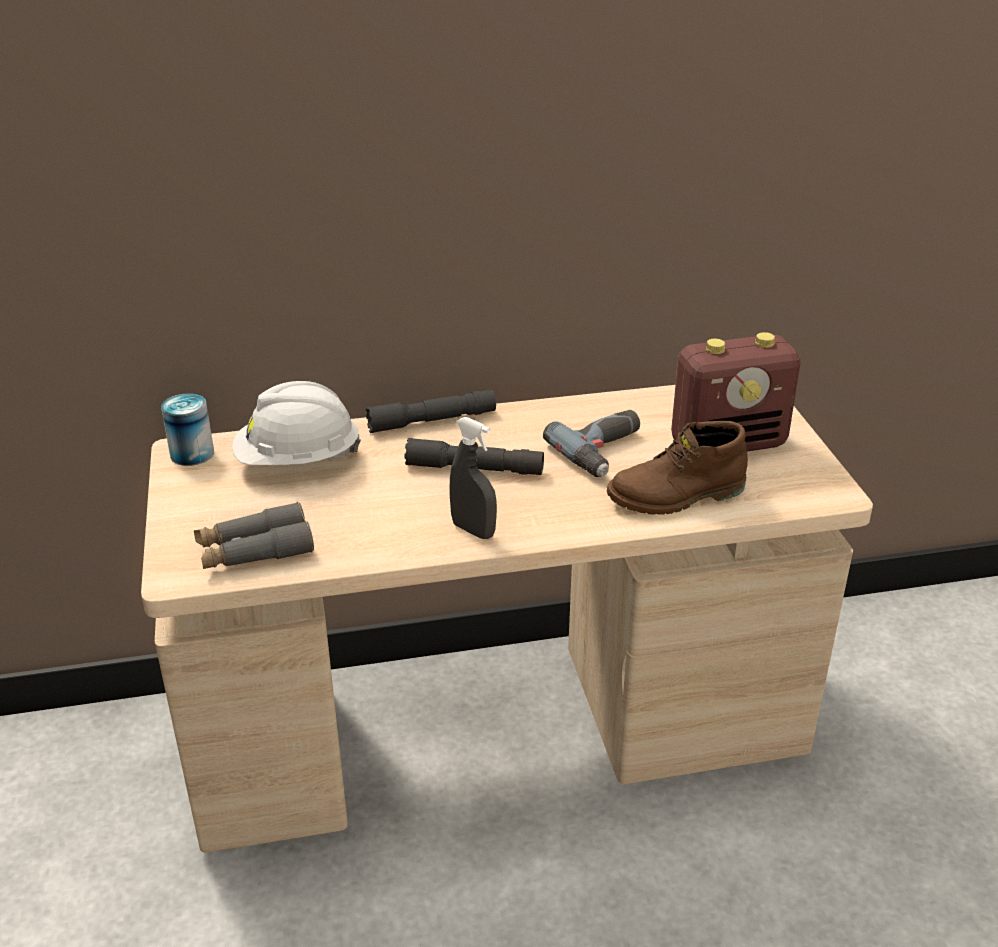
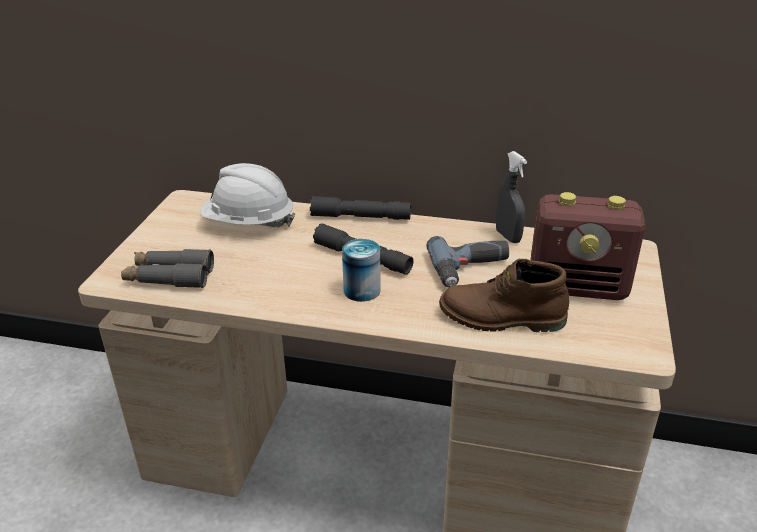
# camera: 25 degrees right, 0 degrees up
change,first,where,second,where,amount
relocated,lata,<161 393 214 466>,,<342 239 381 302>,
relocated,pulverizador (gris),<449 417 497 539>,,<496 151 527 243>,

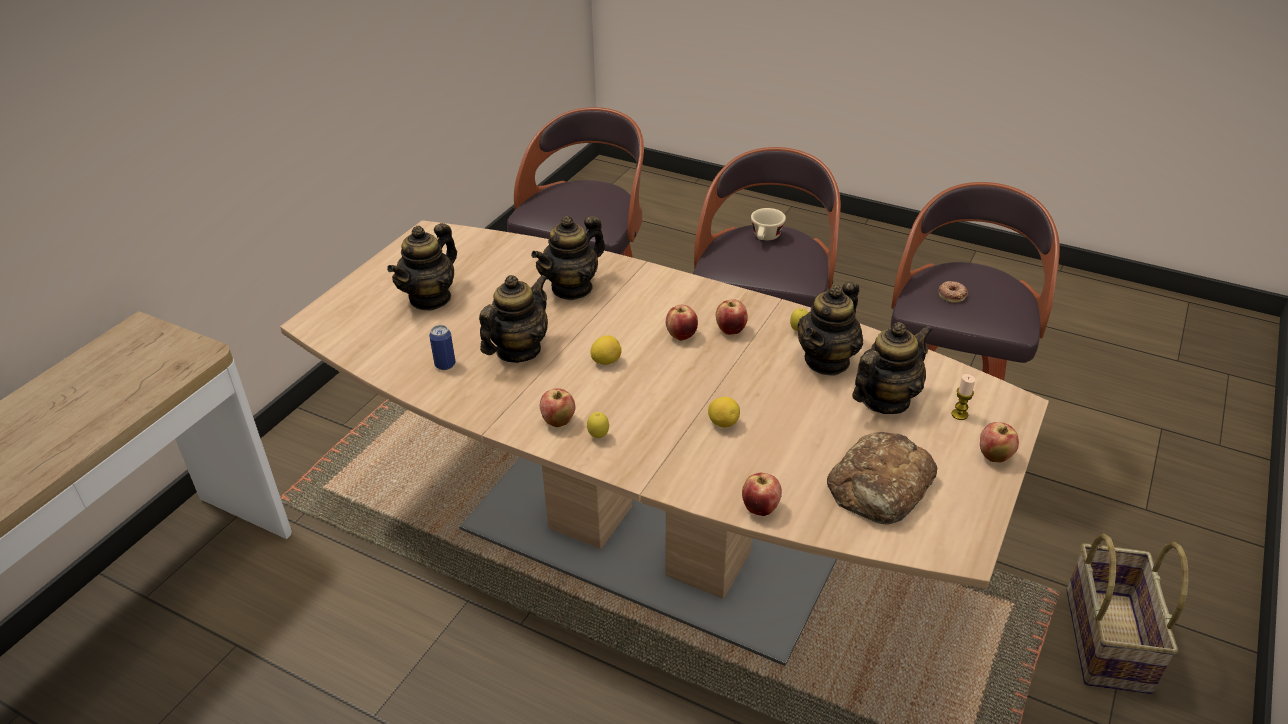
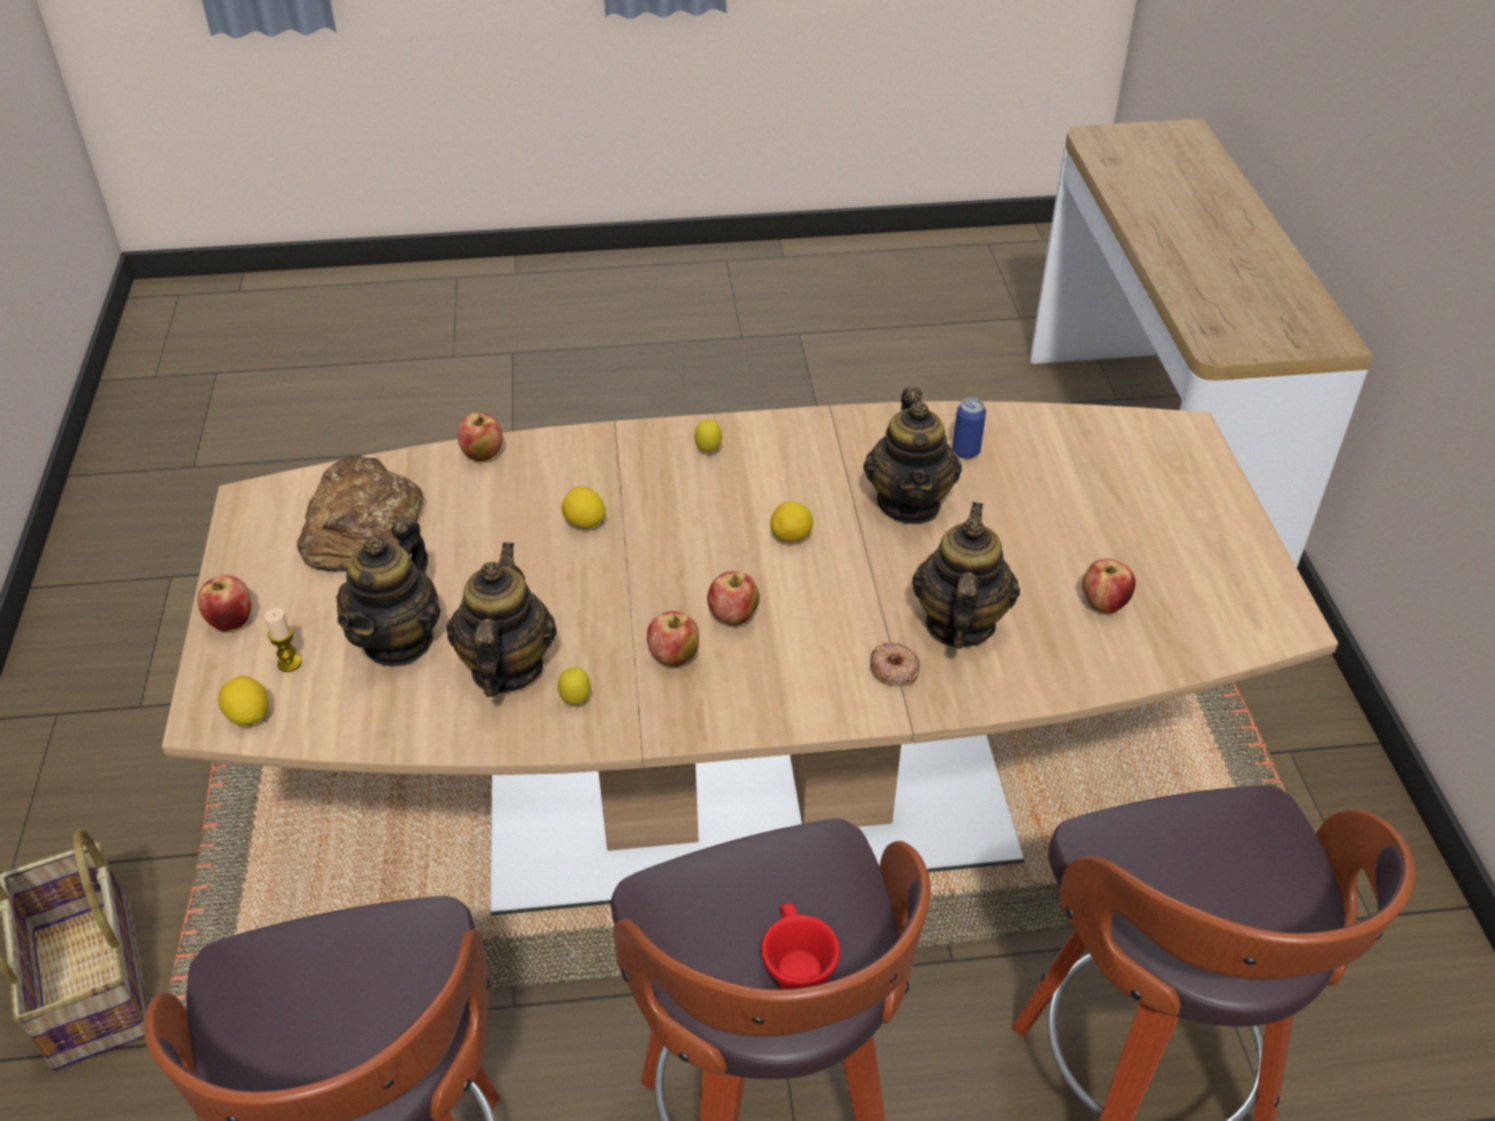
# camera: 145 degrees right, 5 degrees up
change,first,where,second,where,amount
missing,tetera,<387 223 457 311>,,,
relocated,manzana,<540 389 575 427>,,<1082 559 1136 614>,
colour,taza (beis),<751 208 786 240>,taza (rojo),<761 903 840 989>,
relocated,rosquilla,<939 281 968 303>,,<870 641 920 686>,
appeared,,,limón,<218 676 268 726>,

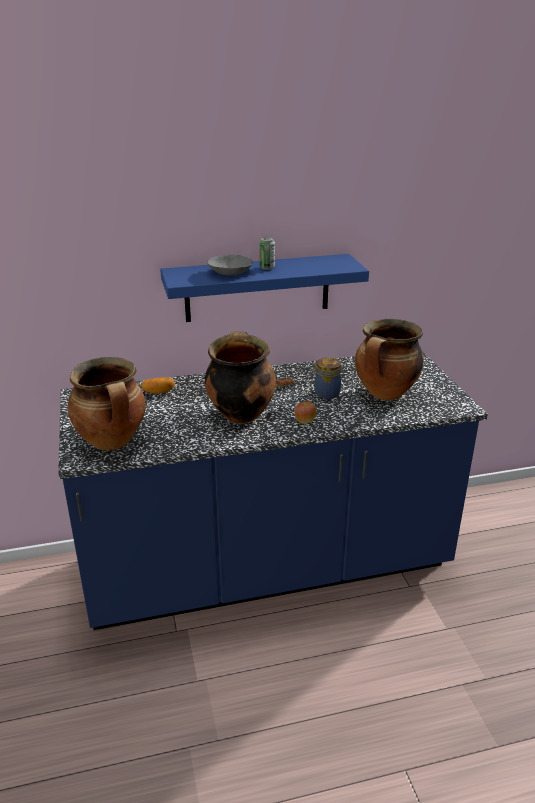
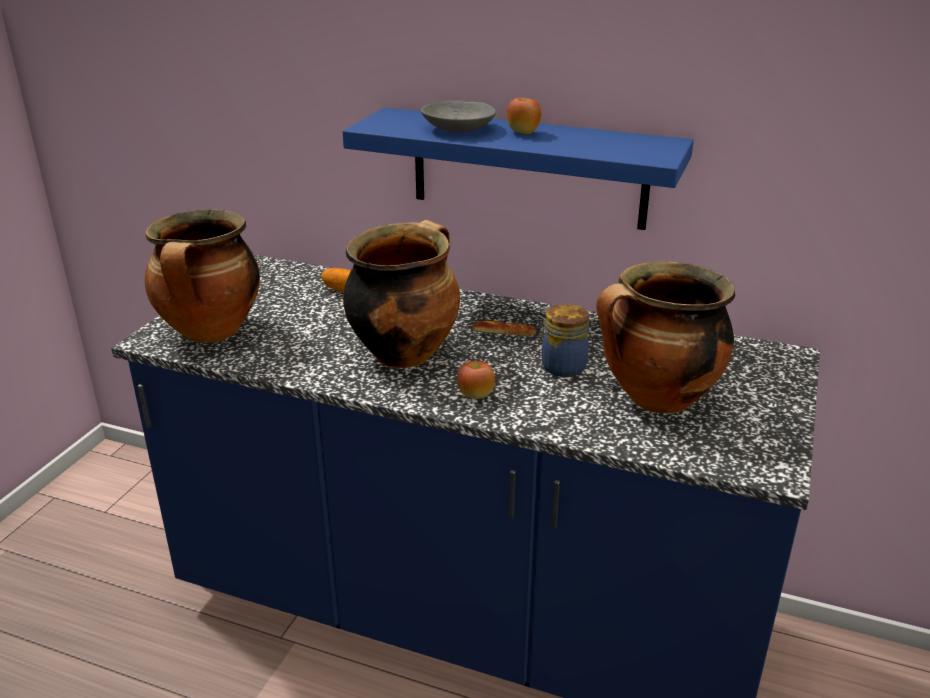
# camera: 35 degrees right, 0 degrees up
change,first,where,second,where,amount
exchanged,lata,<259 237 275 270>,manzana,<507 98 541 134>,

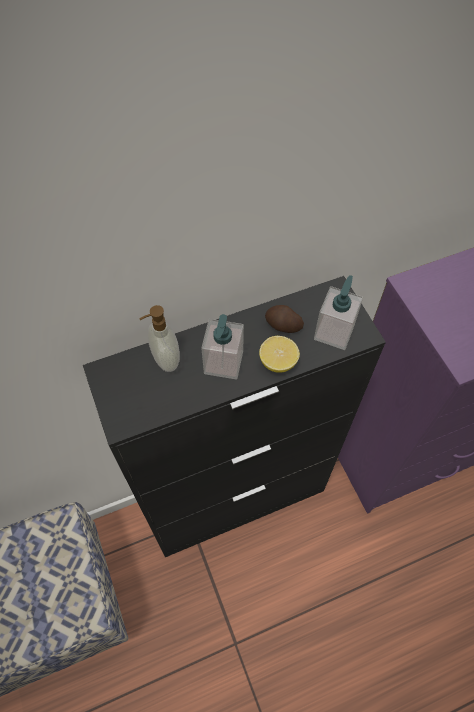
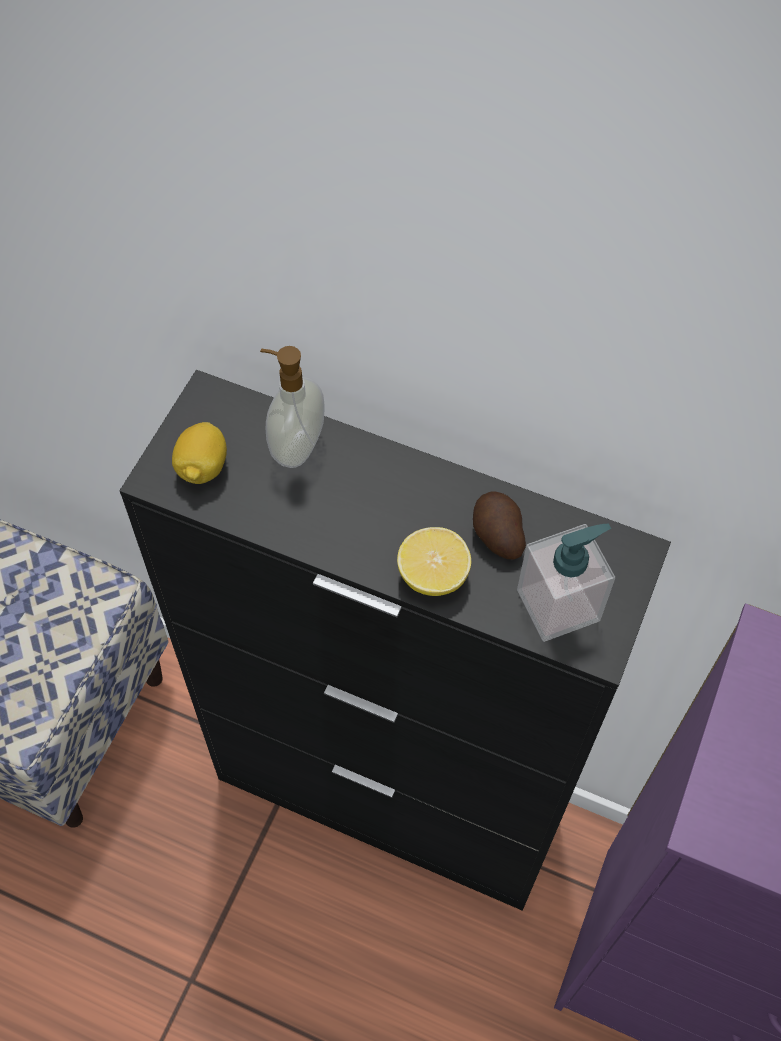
# camera: 45 degrees right, 0 degrees up
change,first,where,second,where,amount
missing,dispensador de jabón,<201 314 244 379>,,,
appeared,,,limón,<172 422 227 484>,

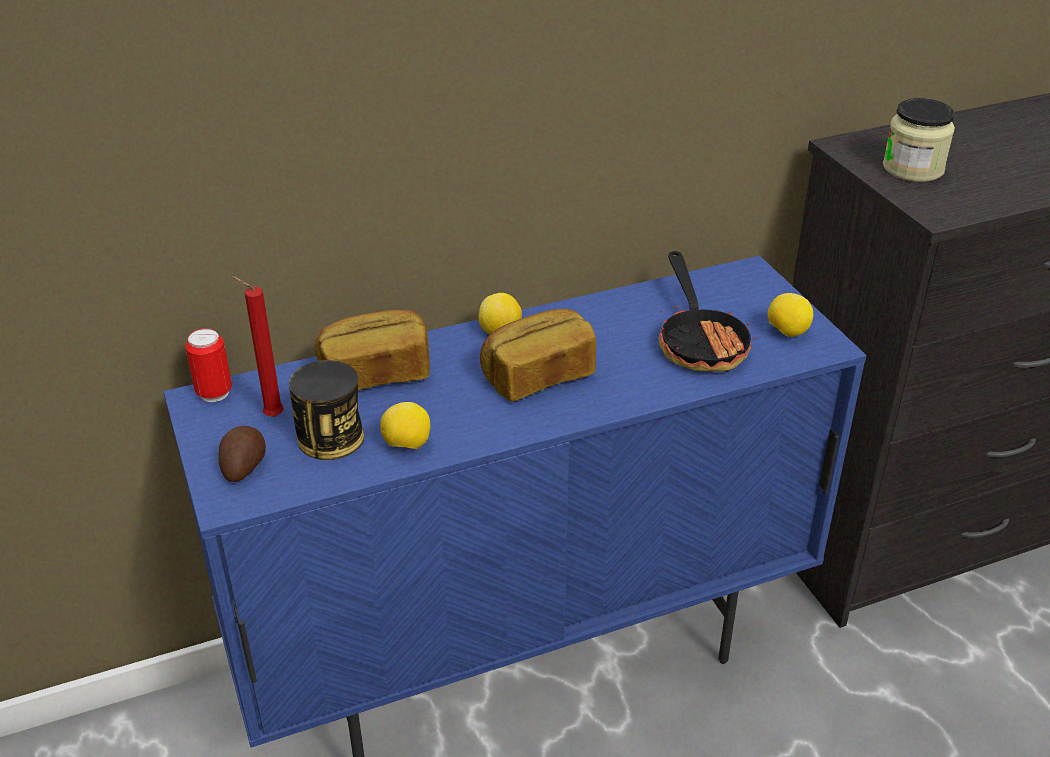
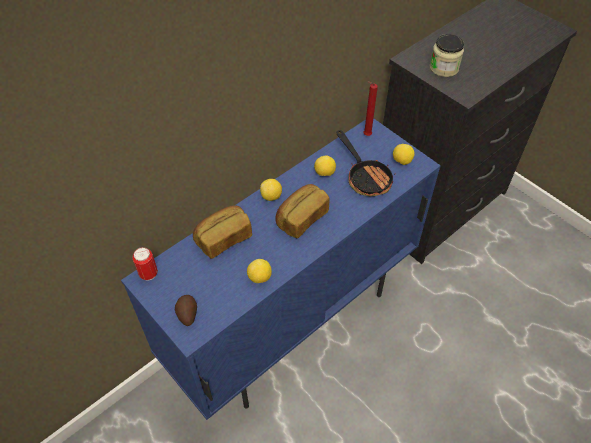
# camera: 20 degrees left, 15 degrees up
change,first,where,second,where,amount
relocated,vela (rojo),<232 276 284 417>,,<364 81 378 136>,
missing,lata,<289 360 364 460>,,,
appeared,,,limón,<314 155 336 176>,

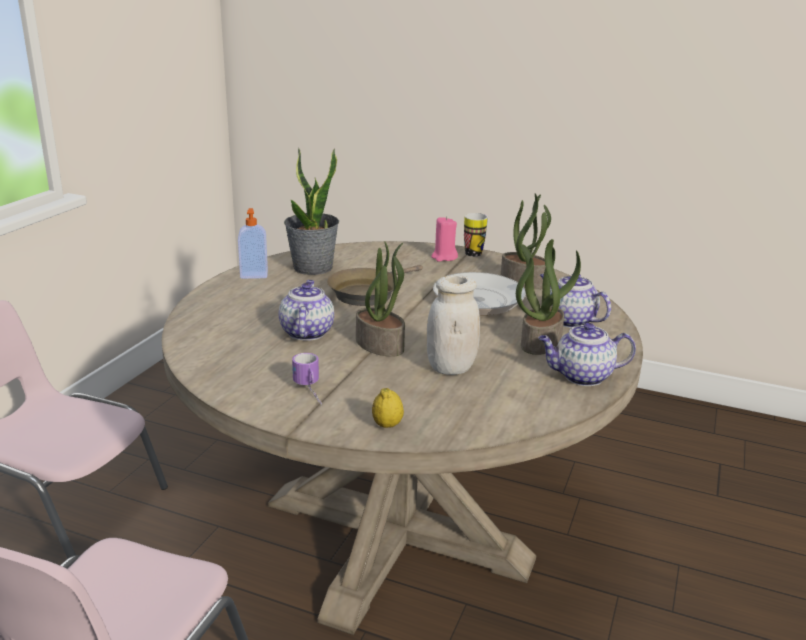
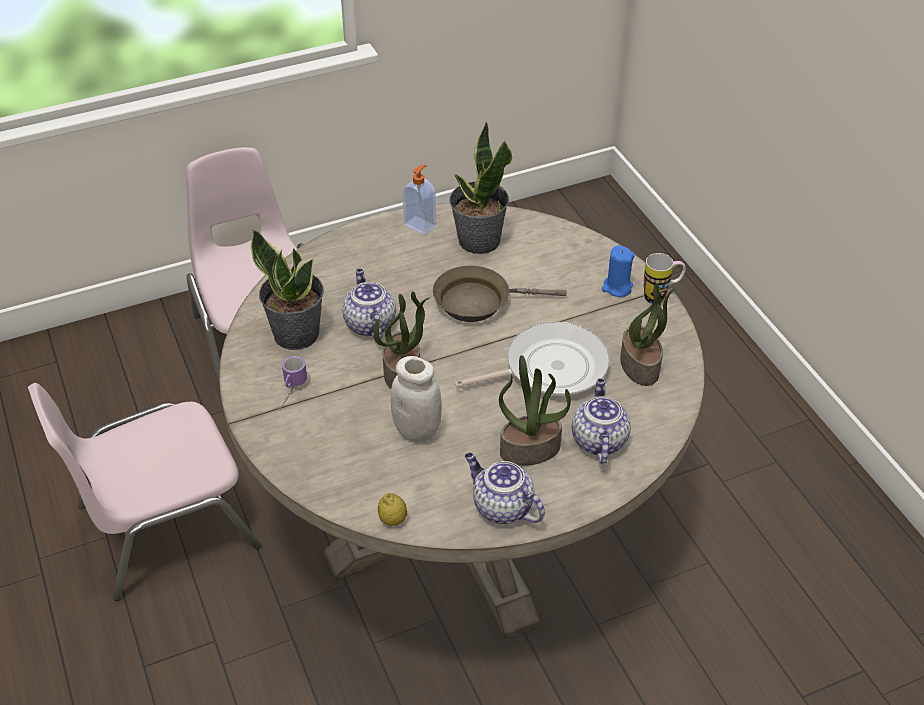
# camera: 45 degrees right, 20 degrees up
change,first,where,second,where,amount
spun,tetera,<279 280 334 341>,,<342 269 396 339>,60 degrees counterclockwise
relocated,limón,<372 388 404 428>,,<378 493 407 526>,
colour,vela (rosa),<431 216 458 262>,vela (azul),<602 245 635 297>,
appeared,,,planta en maceta,<250 230 324 350>,

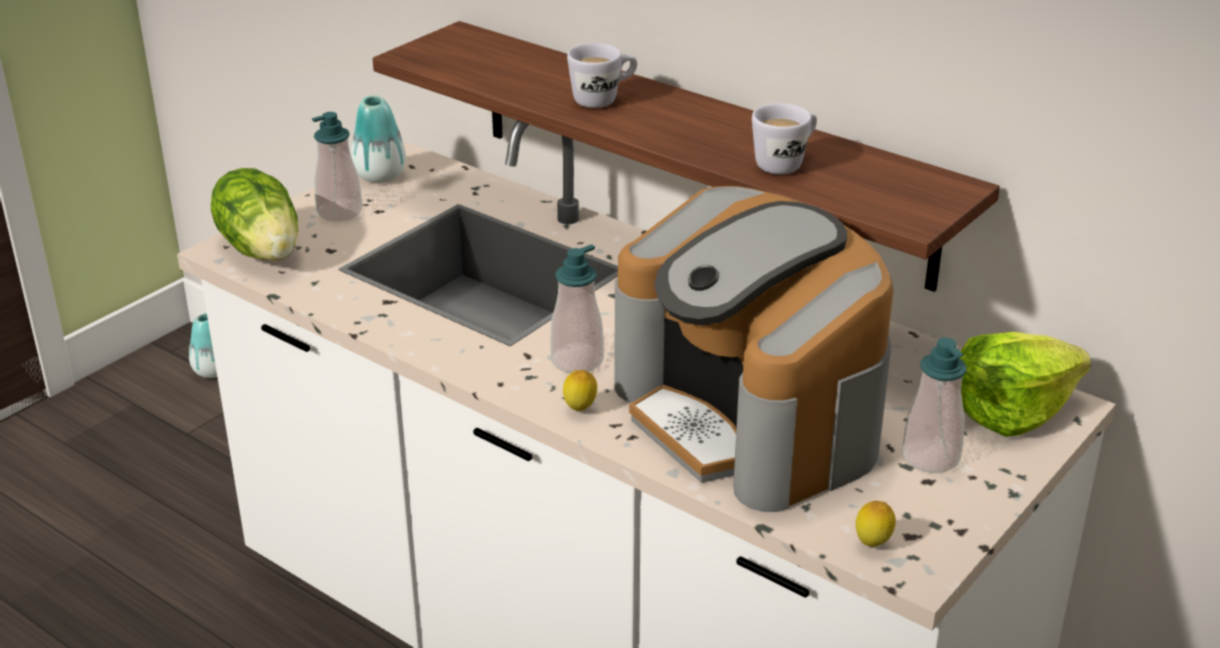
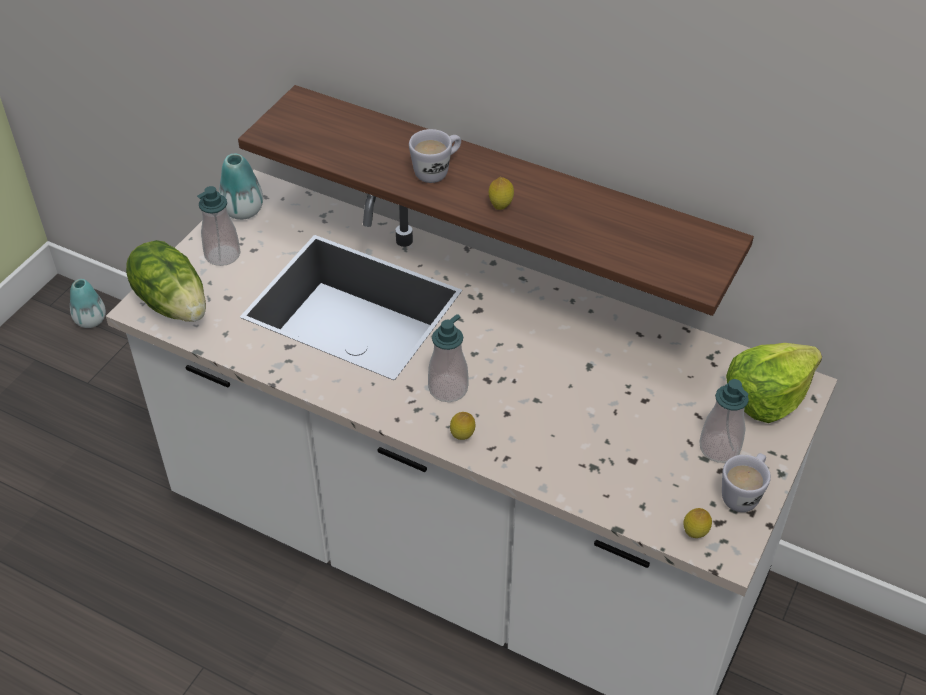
# camera: 10 degrees left, 15 degrees up
change,first,where,second,where,amount
missing,cafetera,<615 186 894 512>,,,
relocated,taza grande (blanco),<752 103 817 174>,,<722 453 771 512>,
appeared,,,limón,<489 177 514 210>,

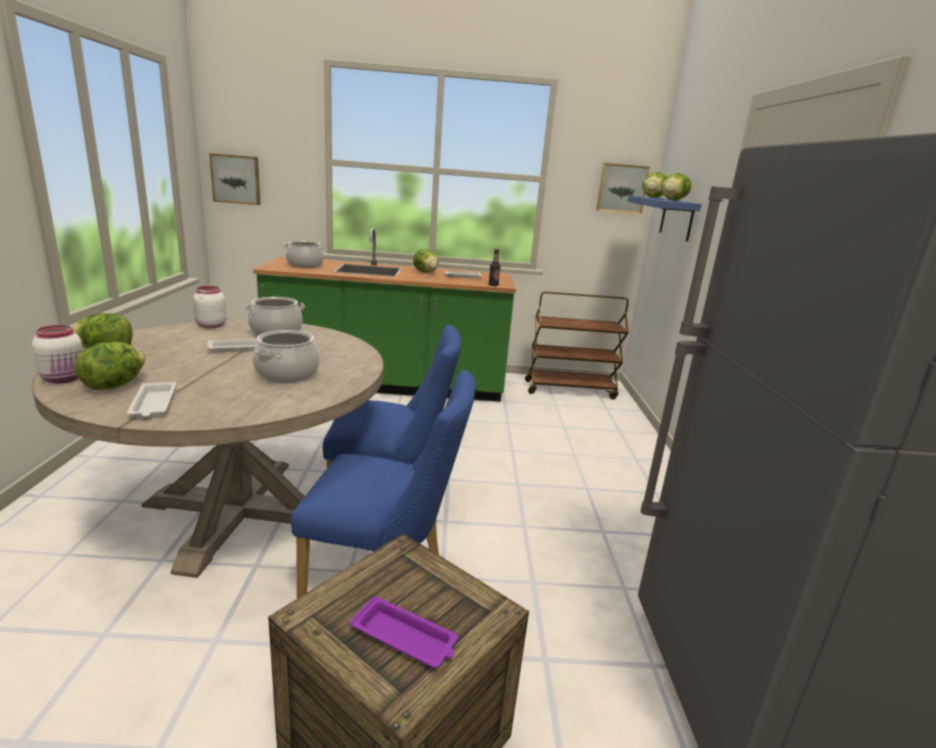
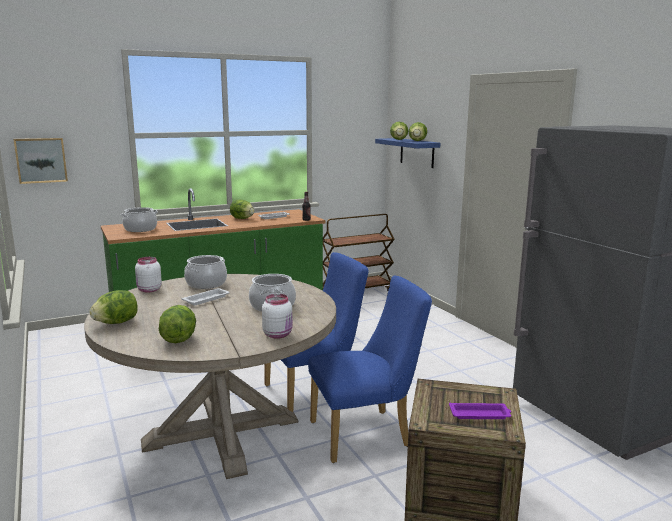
# camera: 25 degrees left, 5 degrees down
change,first,where,second,where,amount
relocated,tarro (blanco),<32 325 83 384>,,<262 294 292 339>,
missing,bandeja (blanco),<127 382 176 418>,,,
missing,cuadro,<596 163 650 214>,,,

